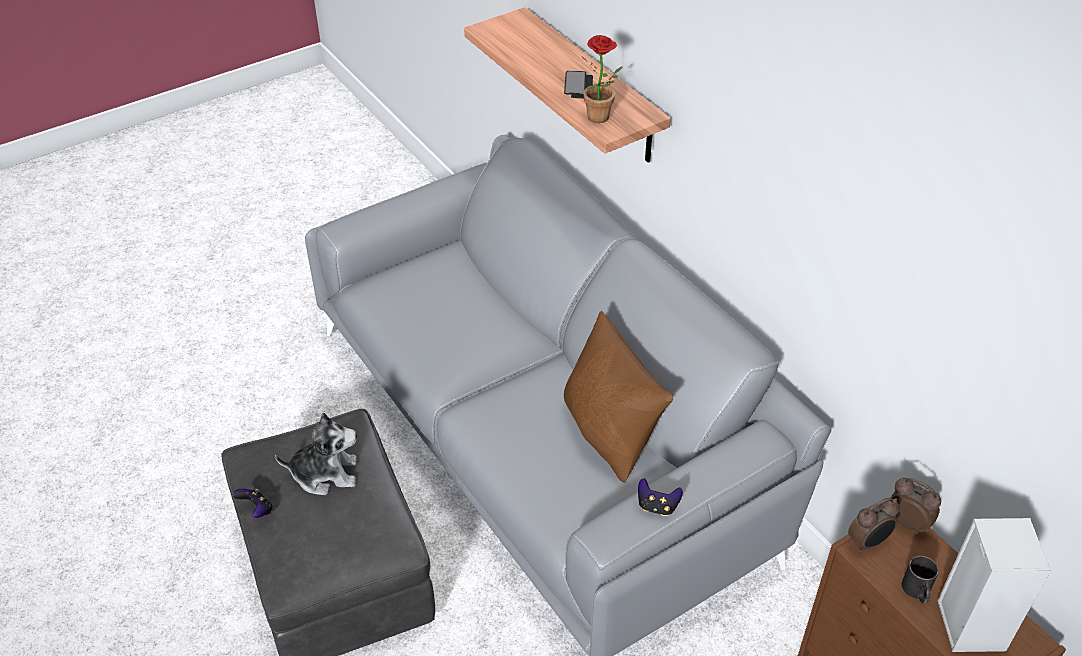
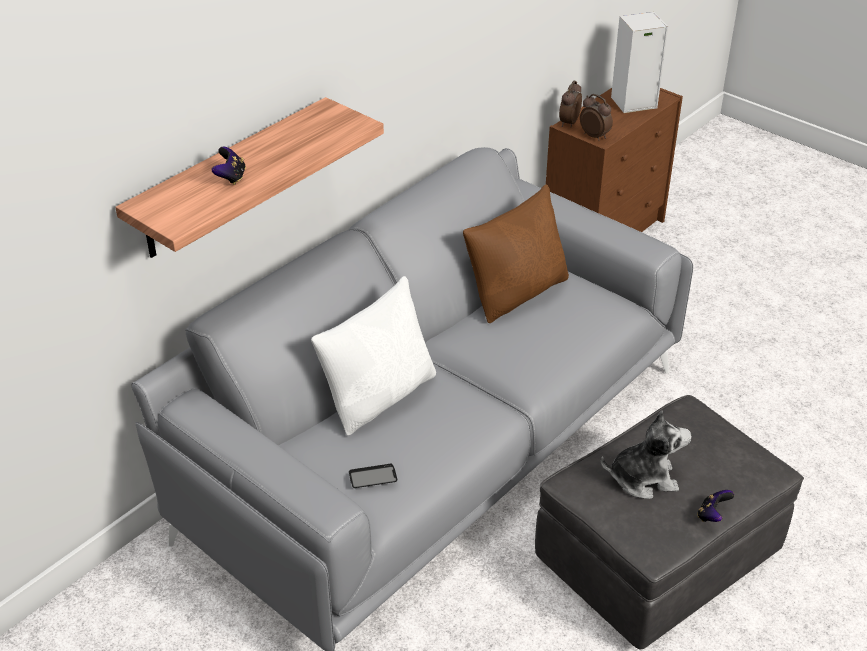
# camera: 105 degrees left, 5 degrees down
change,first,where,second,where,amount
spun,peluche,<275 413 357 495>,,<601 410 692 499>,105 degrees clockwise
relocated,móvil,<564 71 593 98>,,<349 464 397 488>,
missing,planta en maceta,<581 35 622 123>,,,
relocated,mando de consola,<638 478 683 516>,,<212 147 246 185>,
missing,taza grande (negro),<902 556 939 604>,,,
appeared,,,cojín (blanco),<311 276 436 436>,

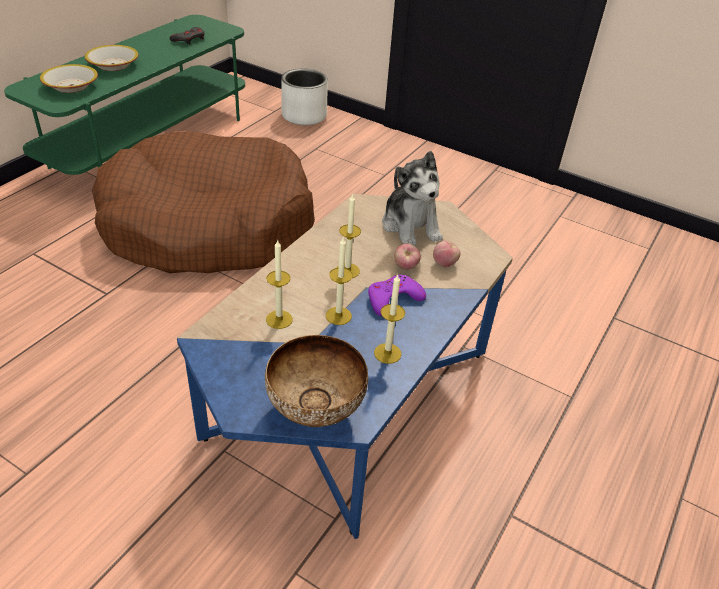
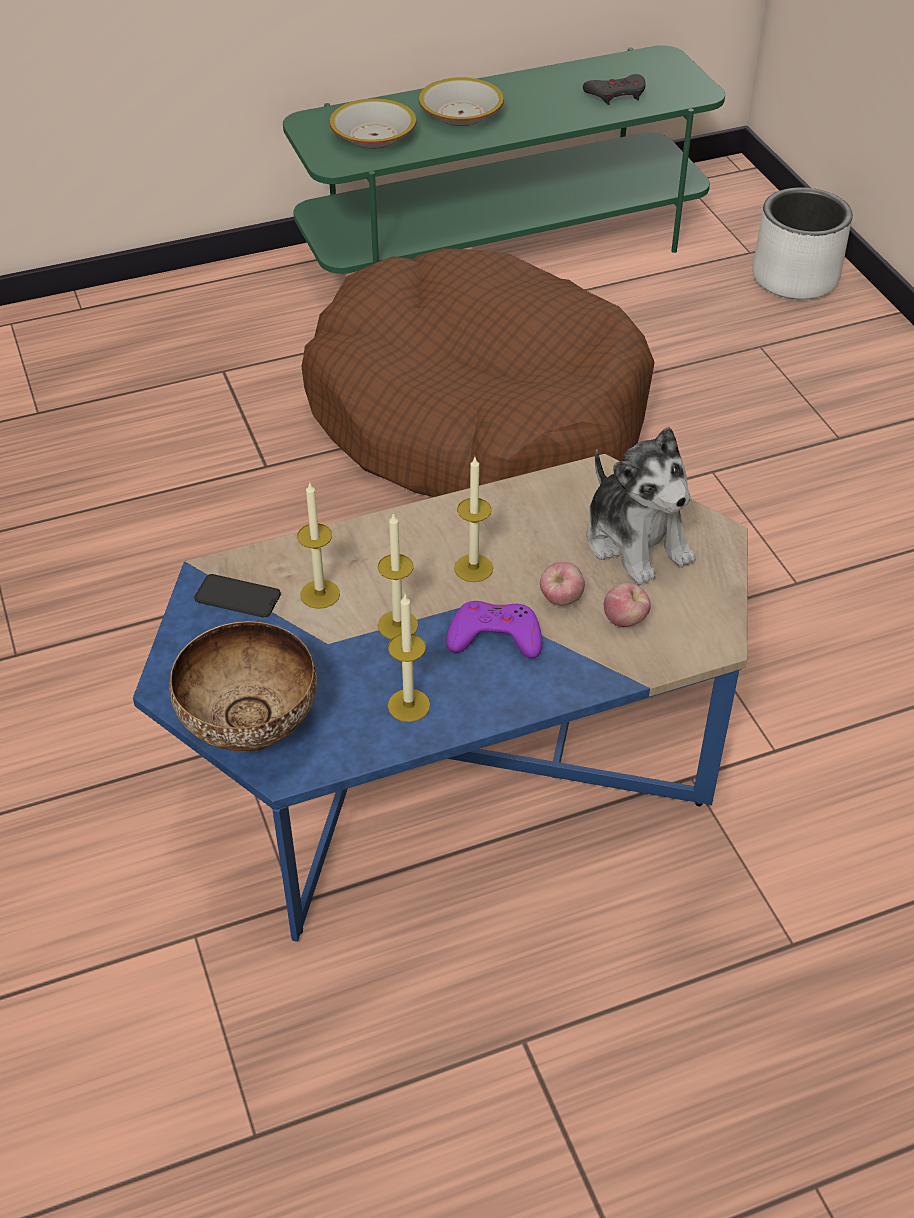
# camera: 40 degrees right, 5 degrees up
change,first,where,second,where,amount
spun,peluche,<382 151 443 246>,,<587 427 696 585>,45 degrees counterclockwise
appeared,,,móvil,<194 574 281 618>,

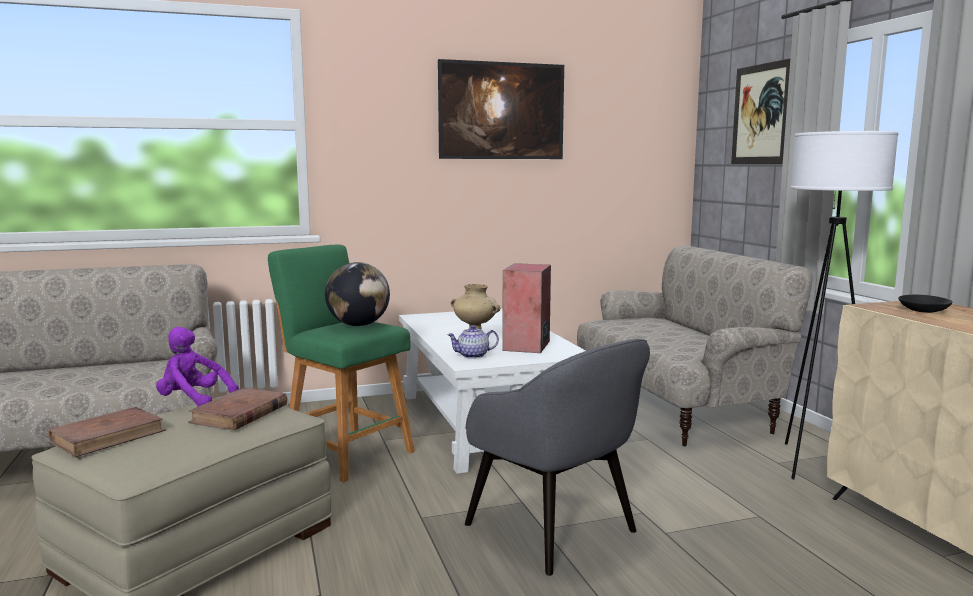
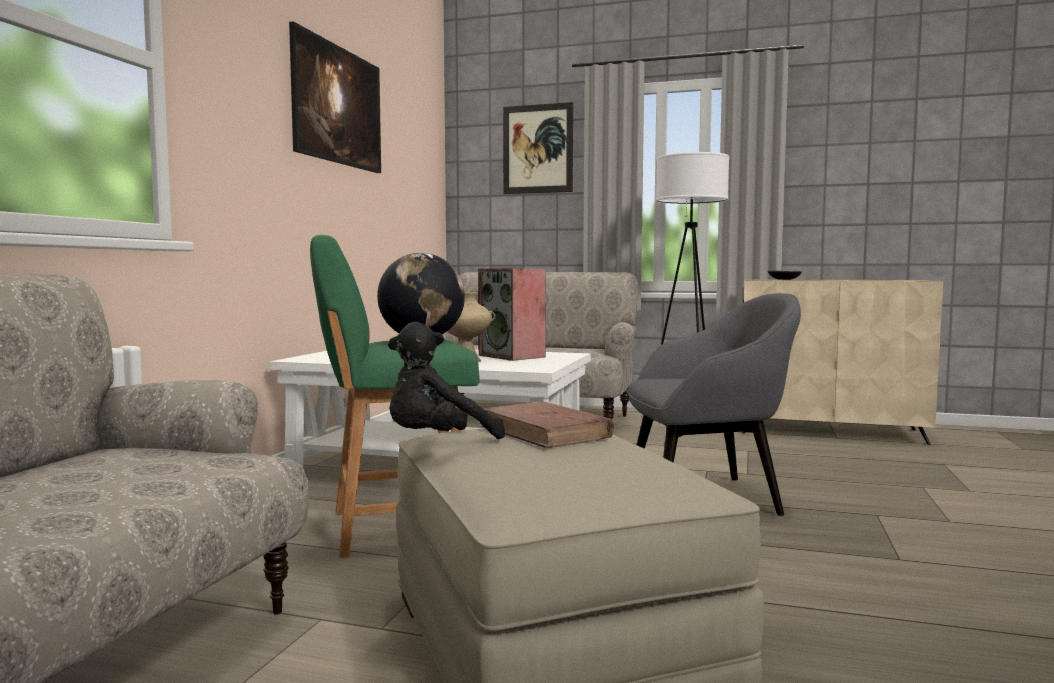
# camera: 55 degrees left, 5 degrees down
change,first,where,second,where,amount
missing,libro (marrón),<48 407 166 457>,,,
colour,peluche (morado),<156 327 239 407>,peluche (negro),<388 322 505 439>,
missing,tetera,<447 325 499 359>,,,

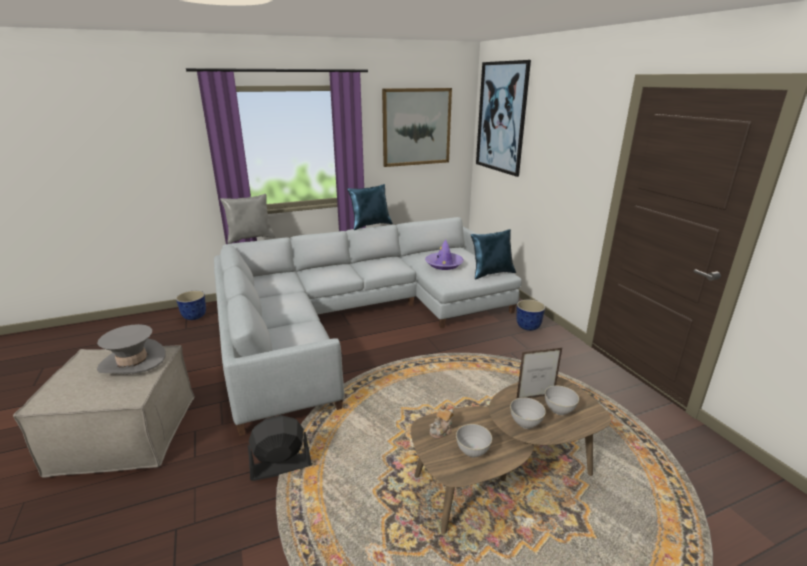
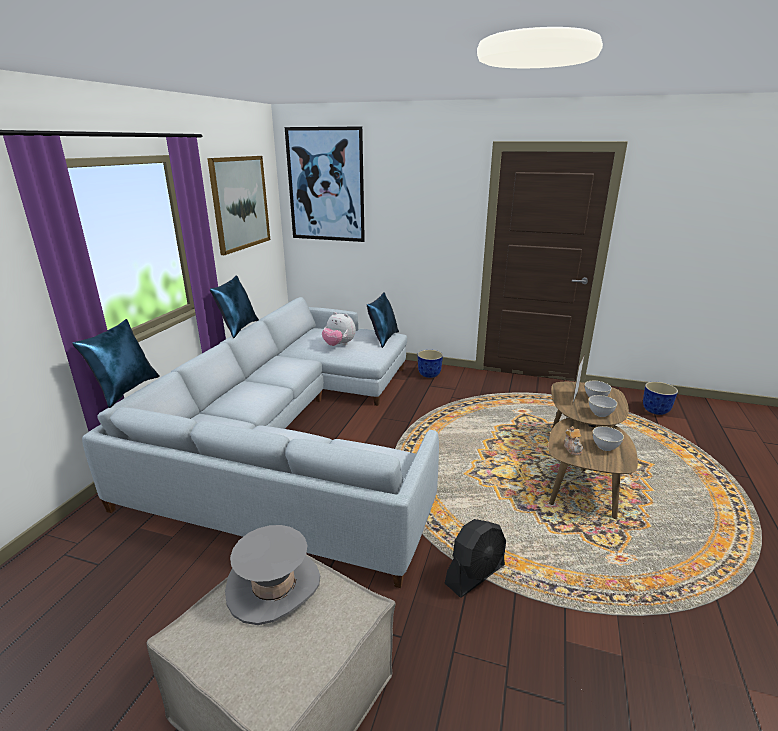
# camera: 50 degrees left, 0 degrees up
change,first,where,second,where,amount
relocated,maceta,<176 291 206 320>,,<643 382 678 415>,
colour,cojín (gris),<220 194 275 244>,cojín (azul),<72 319 160 408>,
spun,ventilador (negro),<248 415 312 481>,,<445 519 506 598>,150 degrees counterclockwise
exchanged,sombrero (morado),<425 239 464 270>,peluche,<322 312 356 346>,

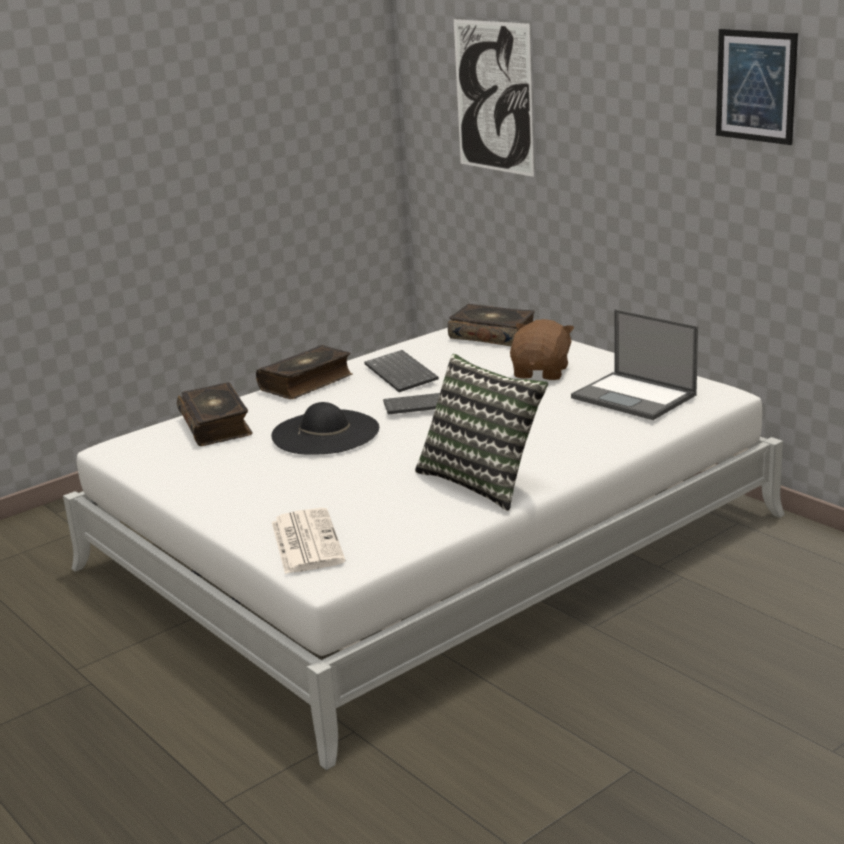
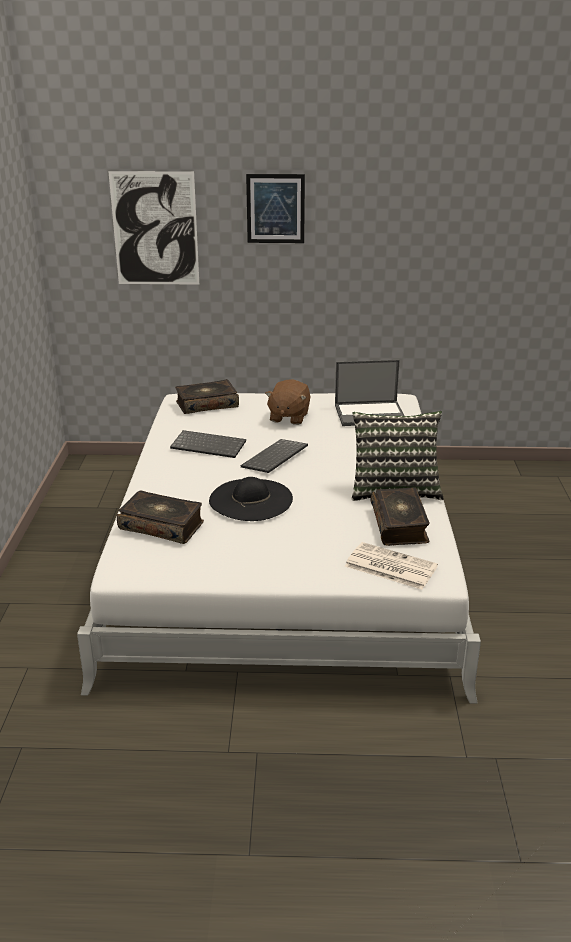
# camera: 50 degrees left, 5 degrees up
change,first,where,second,where,amount
relocated,libro,<256 345 352 399>,,<370 488 430 546>,
spun,peluche (marrón),<510 319 574 380>,,<265 379 311 425>,135 degrees counterclockwise
relocated,cuadro,<716 29 798 145>,,<246 174 305 243>,

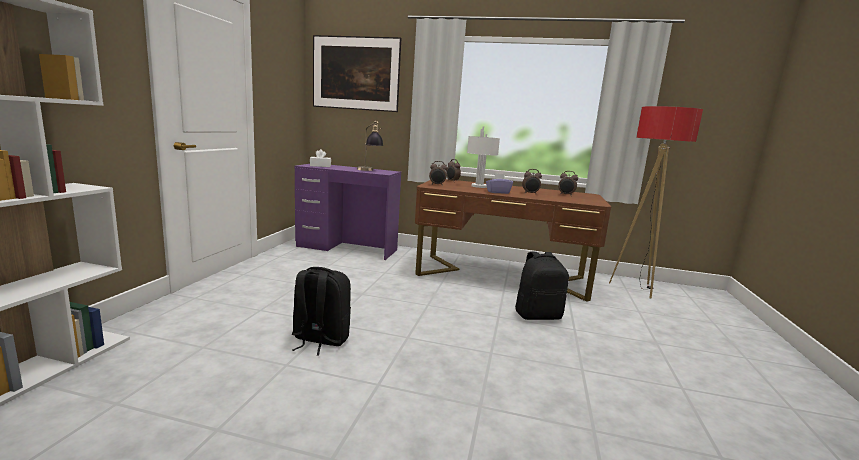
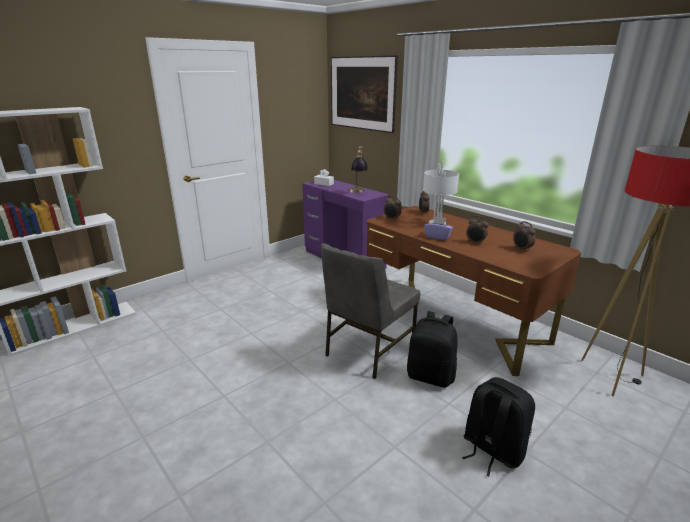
# camera: 35 degrees right, 10 degrees up
change,first,where,second,where,amount
relocated,mochila (negro),<292 267 351 356>,,<462 377 535 476>,
appeared,,,silla (gris),<321 243 420 379>,

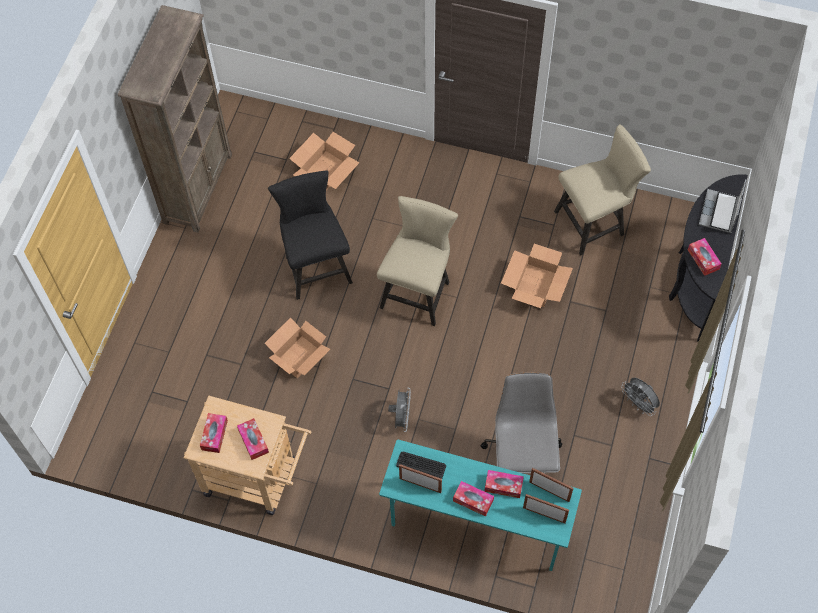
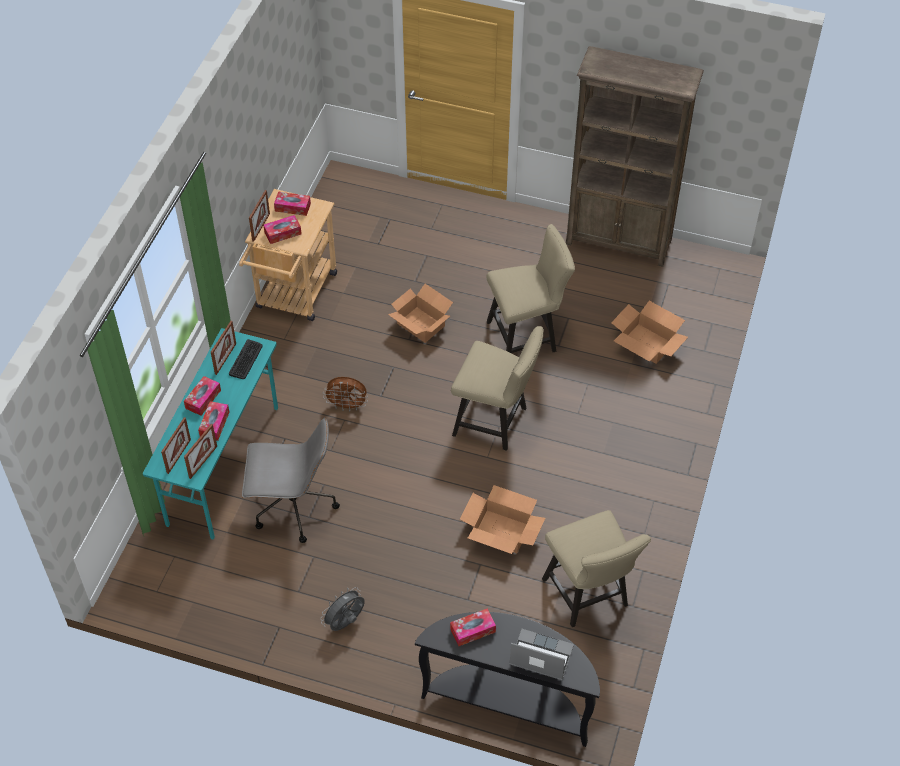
# camera: 90 degrees right, 10 degrees down
change,first,where,second,where,amount
colour,silla (negro),<268 171 353 300>,silla (beis),<487 224 575 353>,
colour,ventilador (gris),<388 388 411 432>,ventilador (marrón),<323 377 368 412>,
appeared,,,portarretratos,<249 190 270 242>,

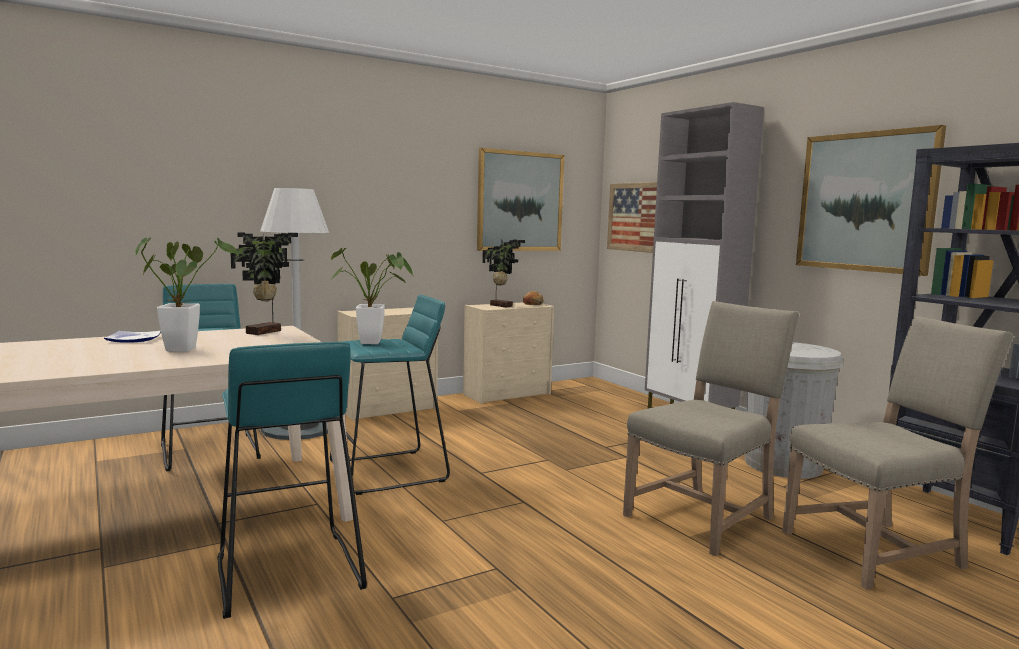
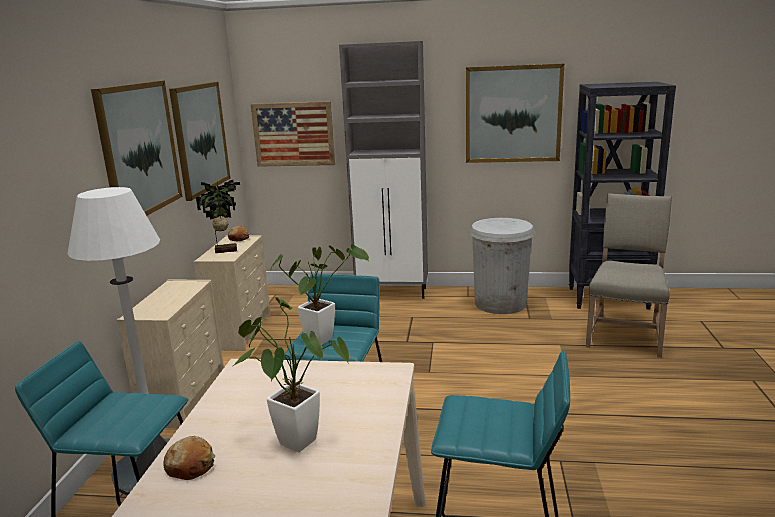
# camera: 50 degrees left, 10 degrees up
change,first,where,second,where,amount
exchanged,plato,<104 331 161 343>,pan,<163 436 215 480>,
missing,planta en maceta,<230 232 298 335>,,,
missing,silla (beis),<623 301 799 556>,,,
appeared,,,cuadro,<91 81 182 216>,

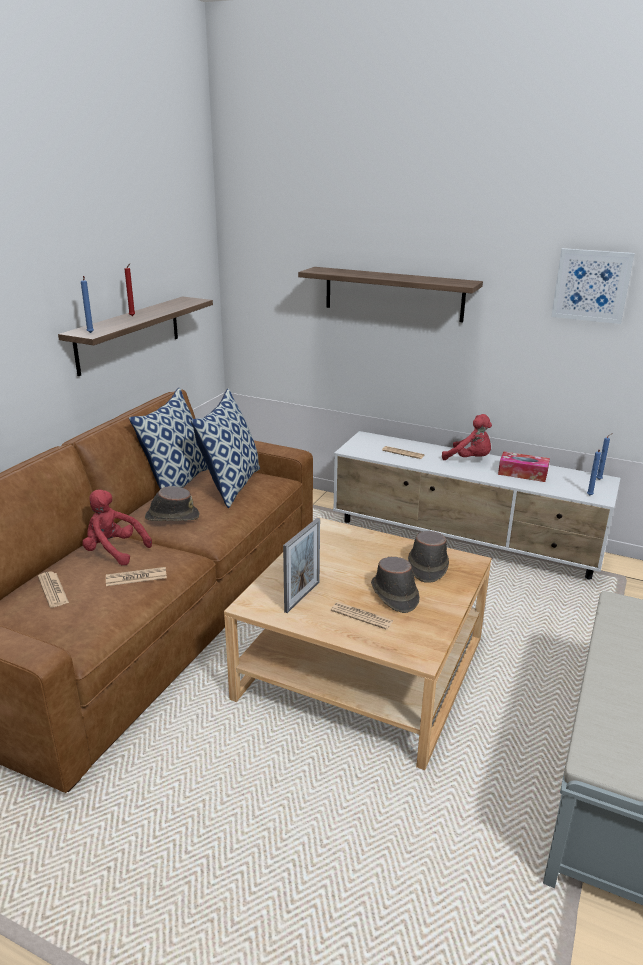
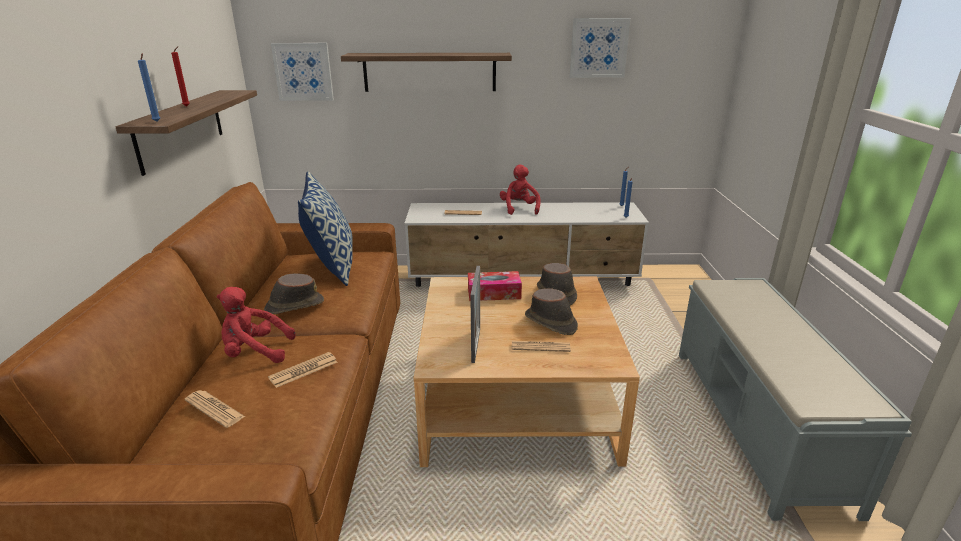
# camera: 25 degrees left, 0 degrees up
change,first,where,second,where,amount
missing,cojín,<129 387 208 489>,,,
spun,peluche (rojo),<442 414 492 460>,,<500 164 541 215>,105 degrees counterclockwise
relocated,caja de pañuelos,<498 451 550 482>,,<468 271 522 301>,
appeared,,,cuadro,<271 43 334 101>,

